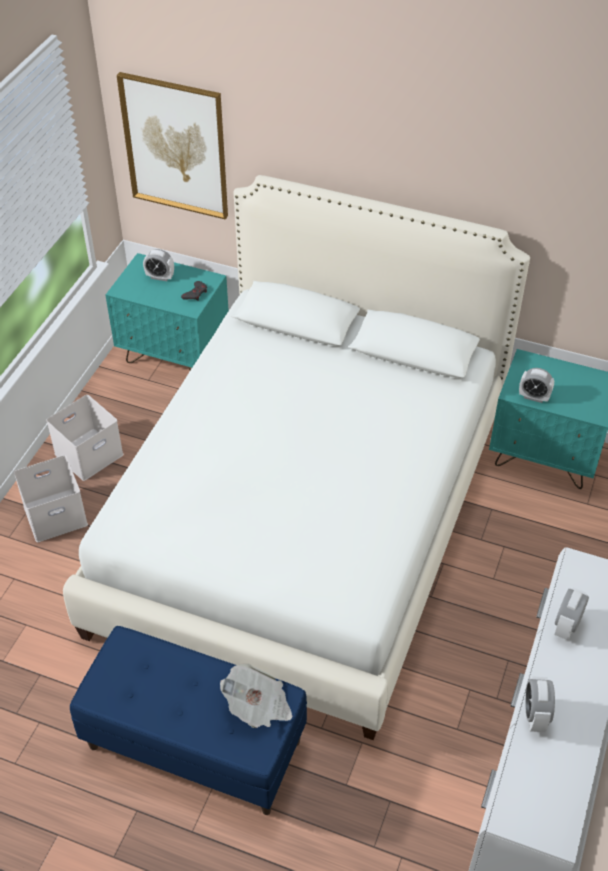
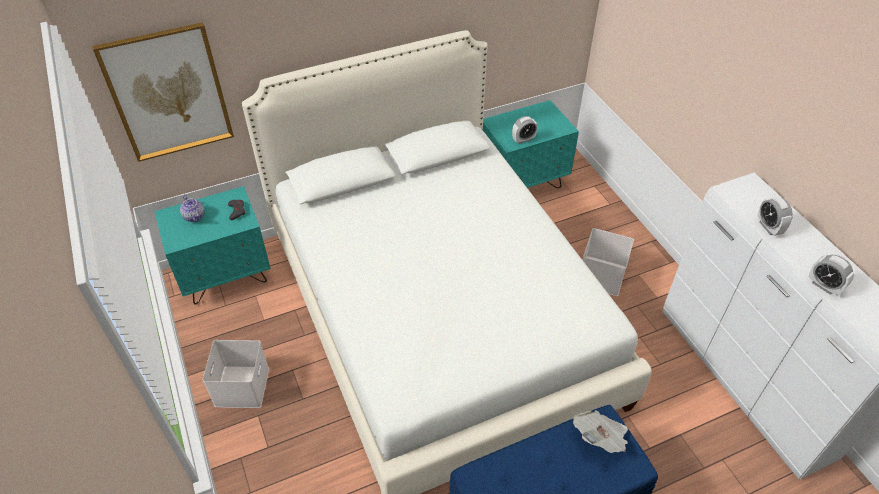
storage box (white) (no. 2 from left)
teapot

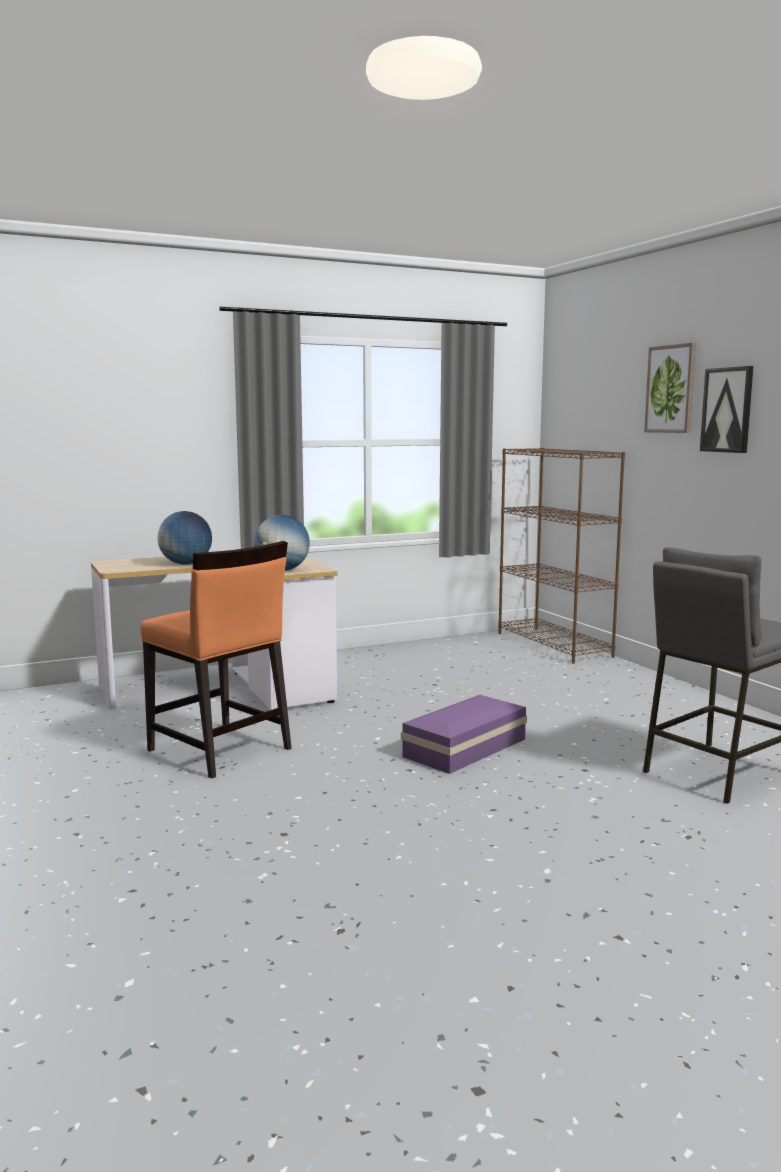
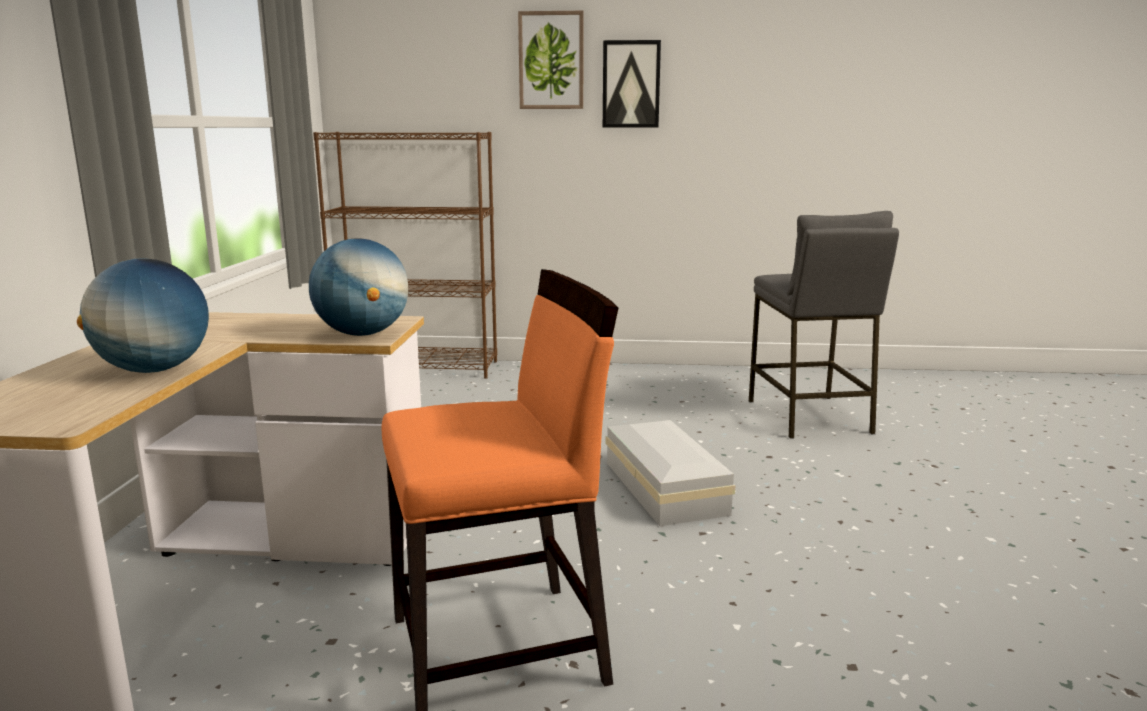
storage box (white)

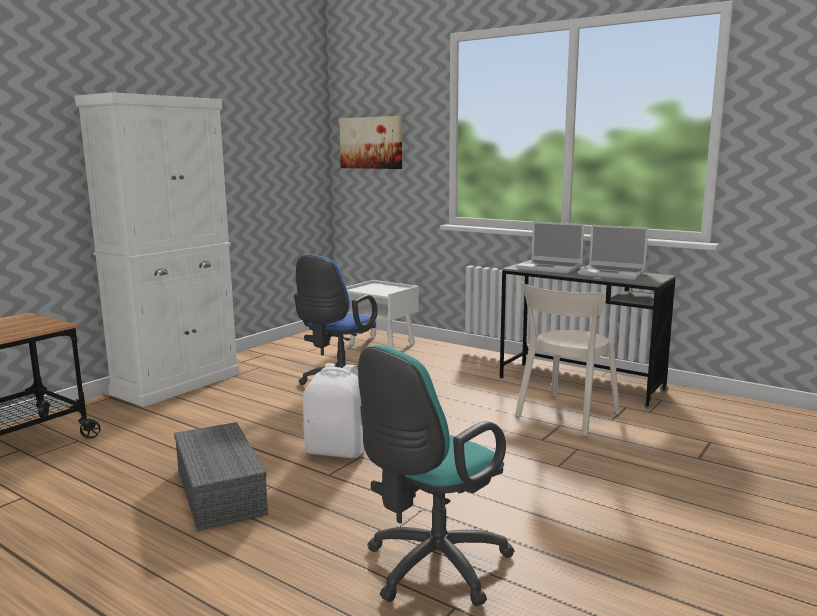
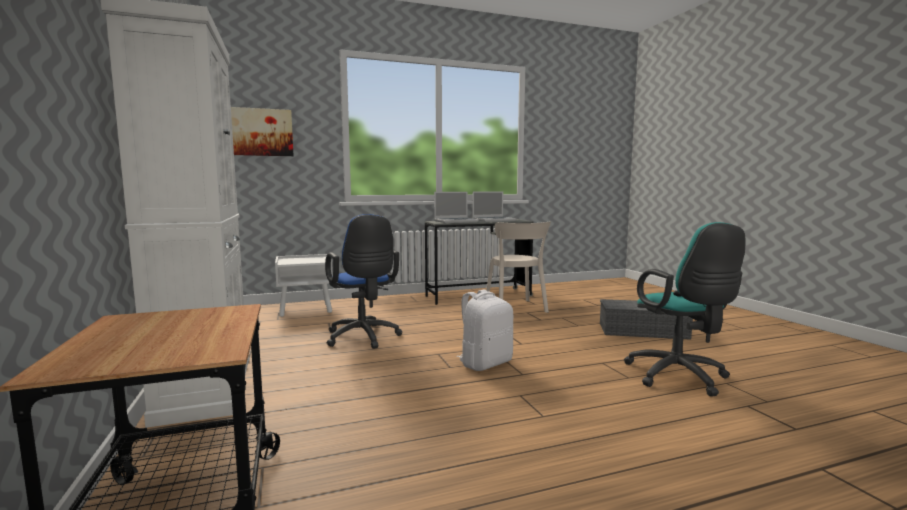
storage box (grey)

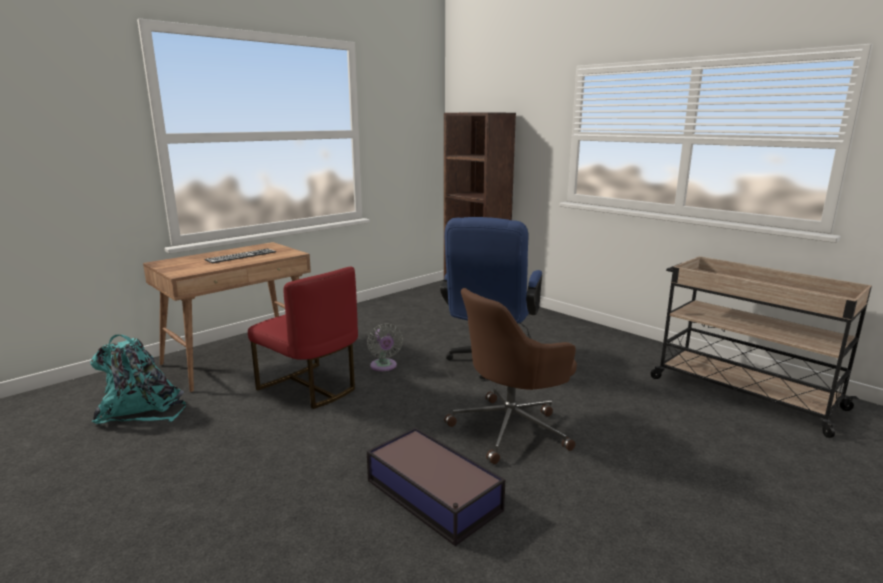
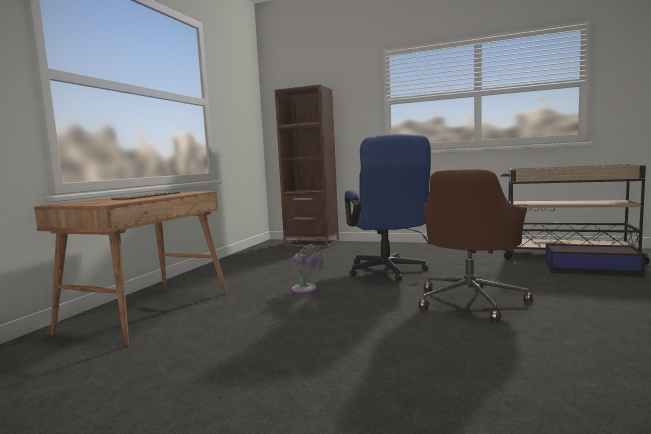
backpack (turquoise)
chair (red)
storage box

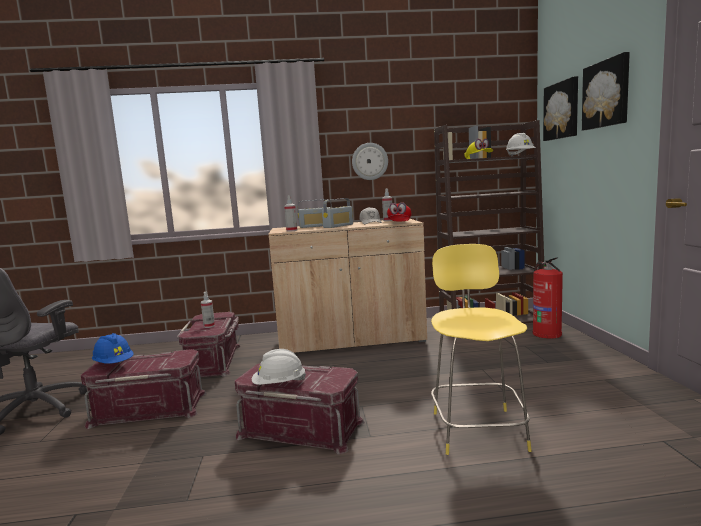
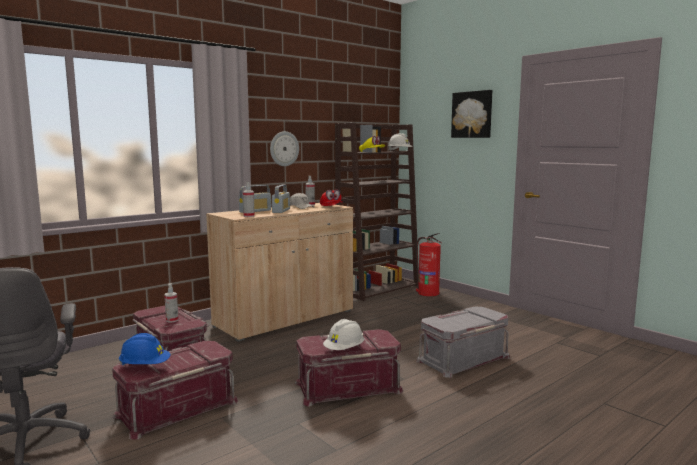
storage box (grey)
picture (no. 1 from left in the first image)

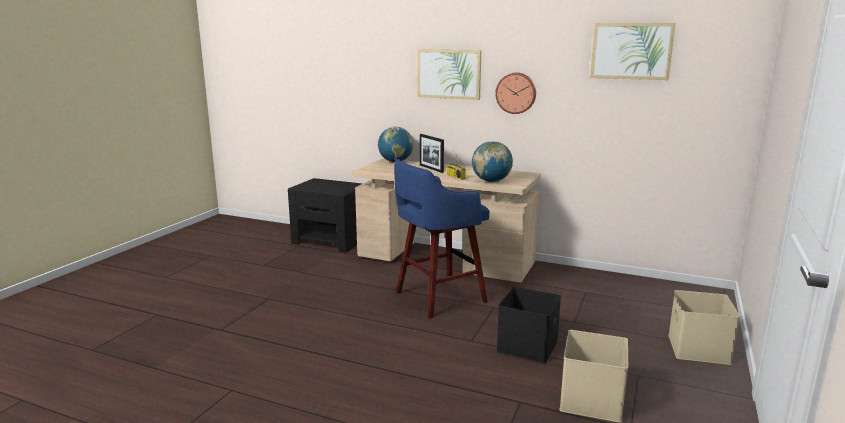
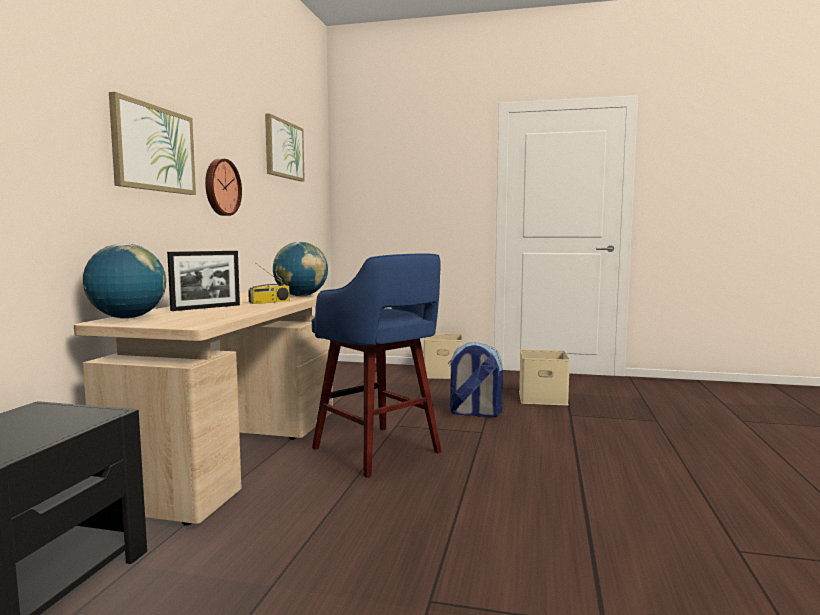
backpack

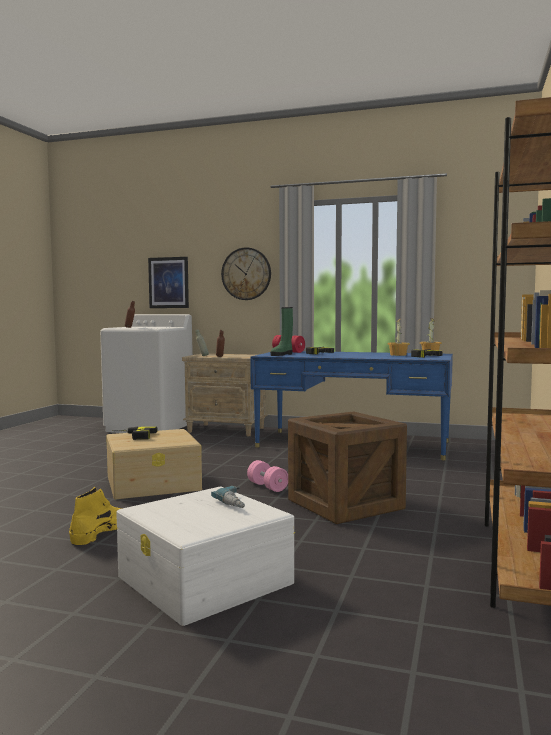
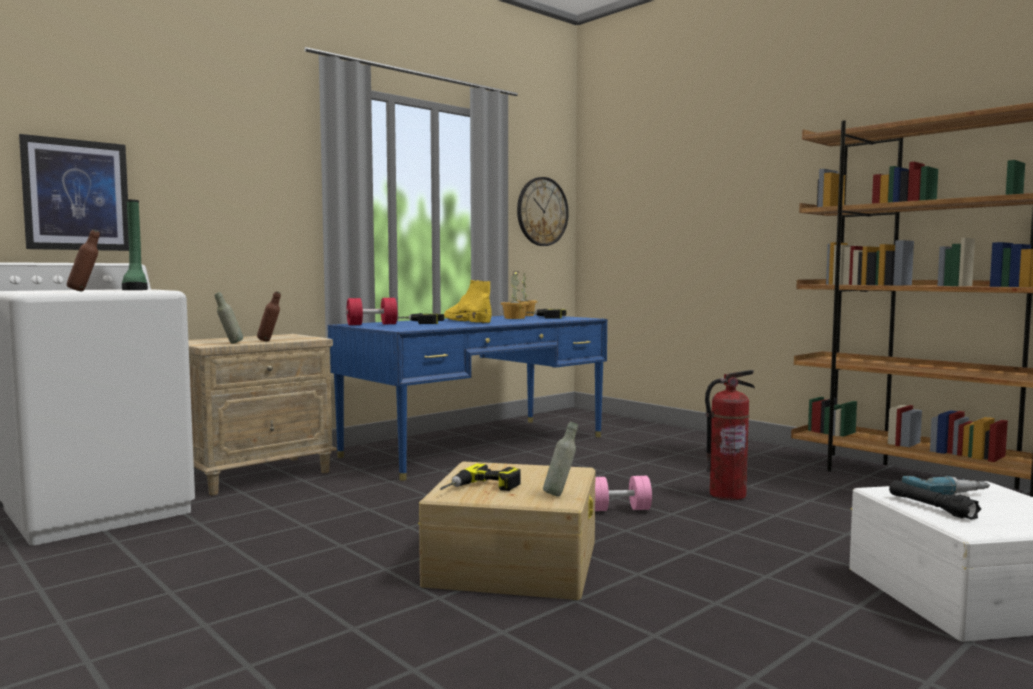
boot (yellow)
wall clock
boot (green)
fire extinguisher
bottle (grey) (no. 2 from left)
flashlight (black)

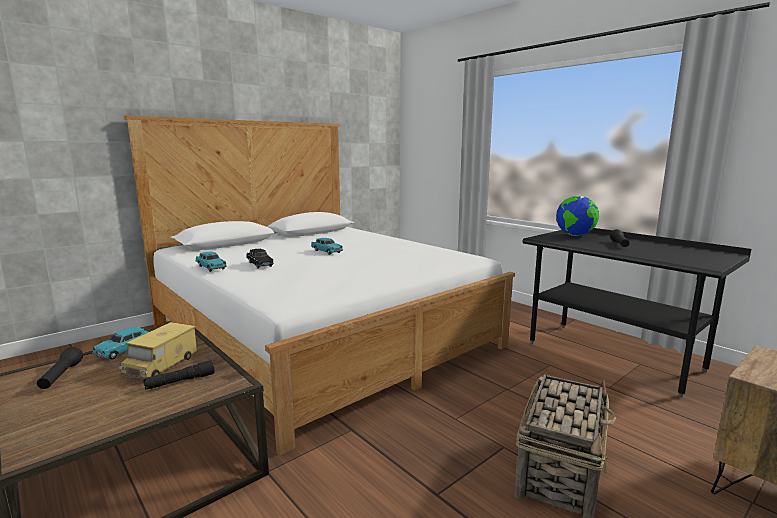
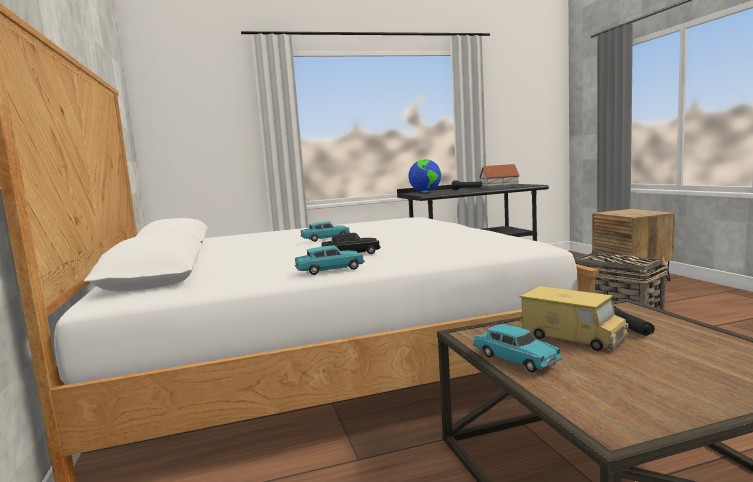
flashlight (black) (no. 1 from left in the first image)
toy house

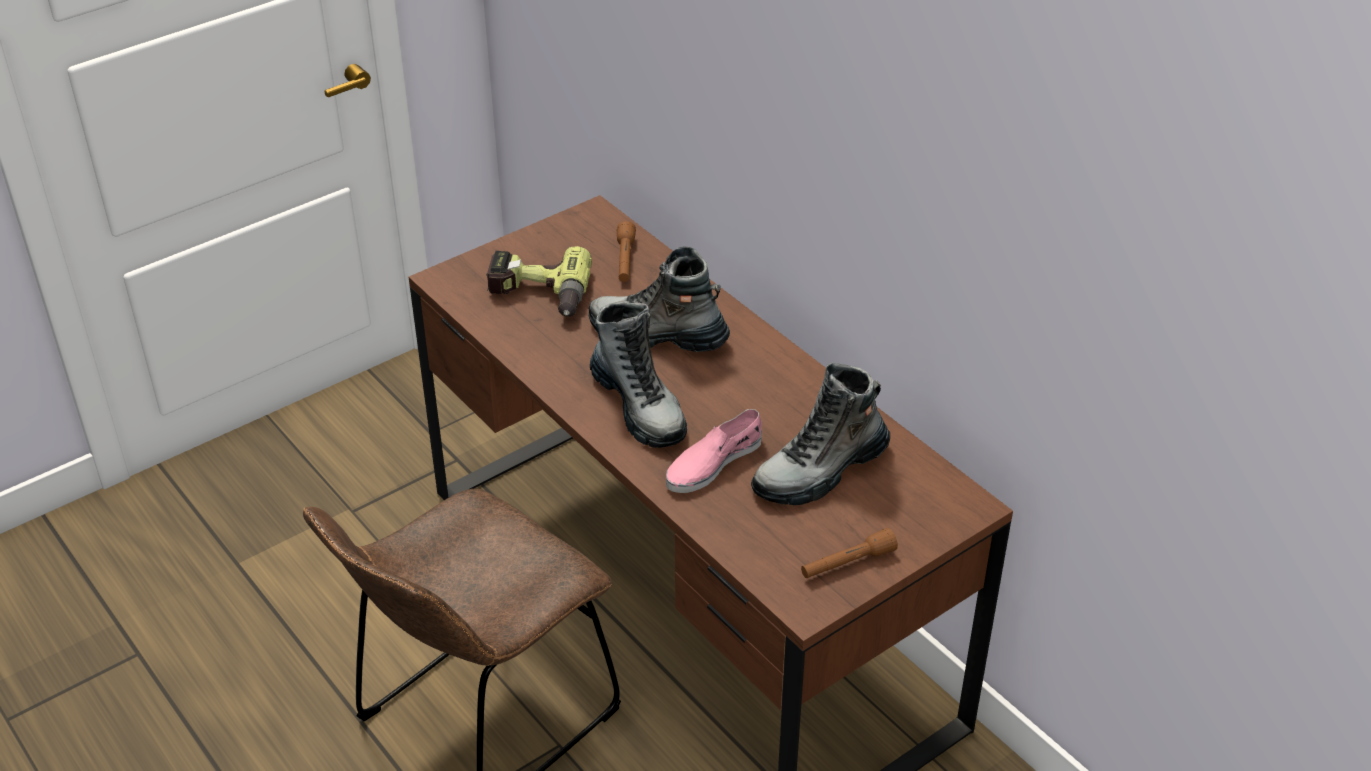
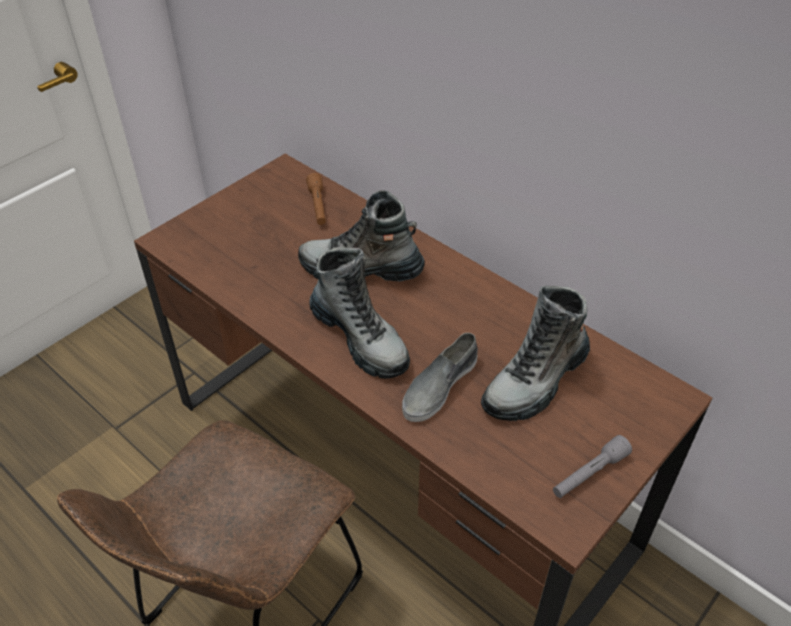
power drill
shoe (grey)
flashlight (grey)

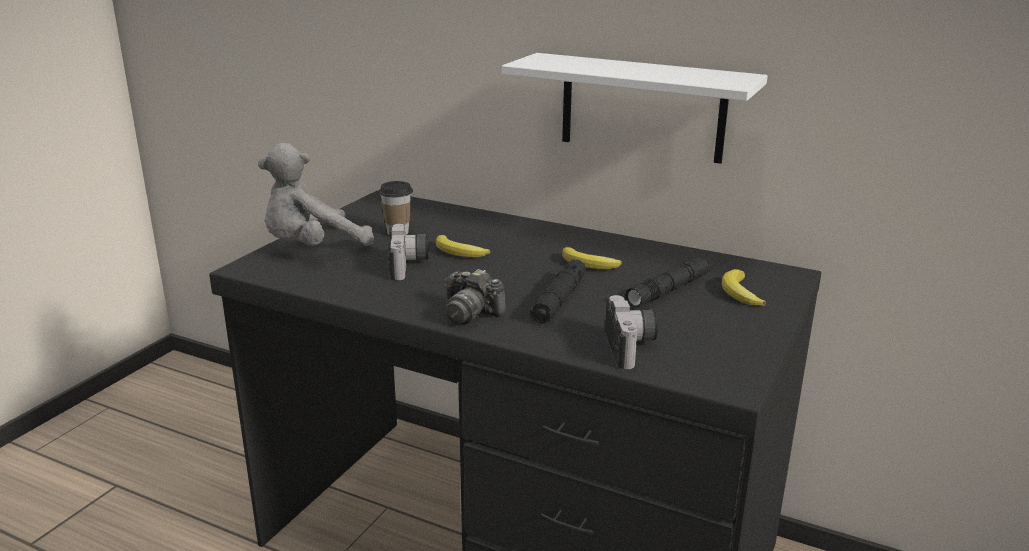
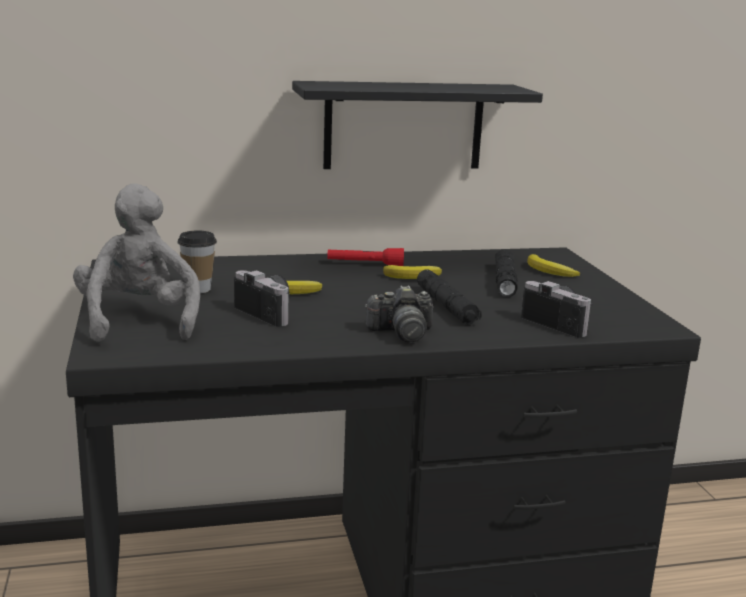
plush toy (grey)
shelf (black)
flashlight (red)

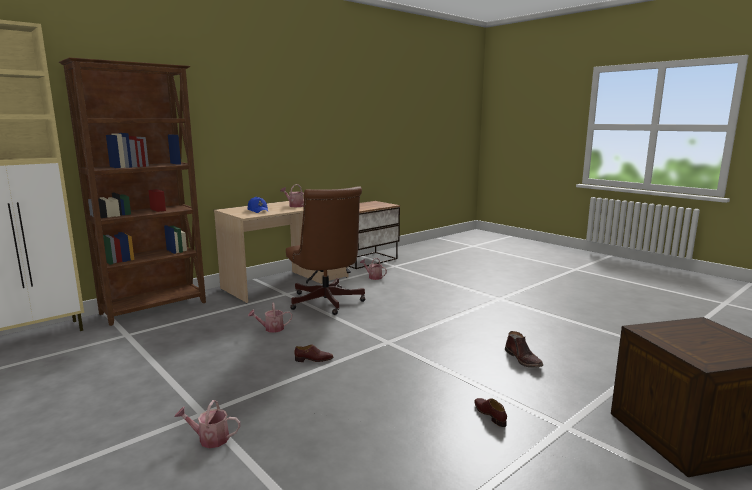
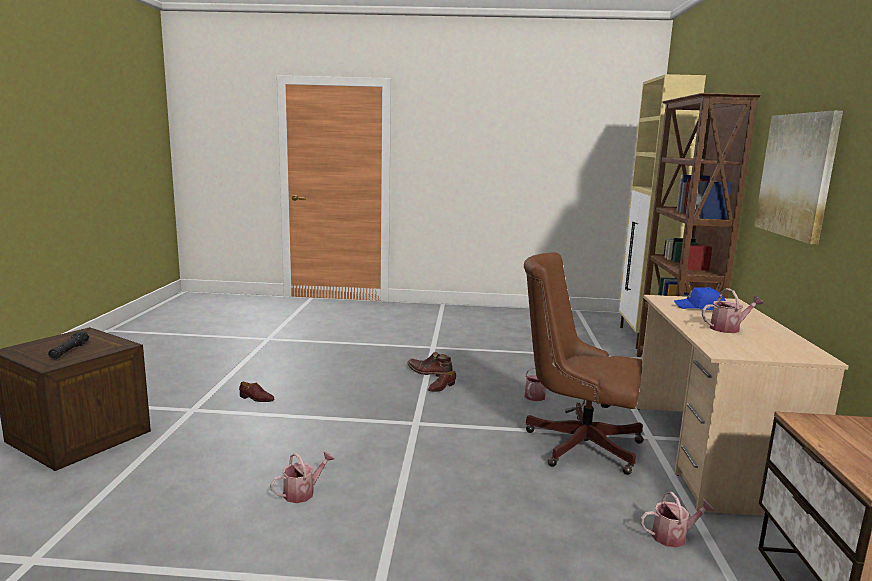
watering can (no. 1 from left)
boot (brown)
flashlight (black)
picture

